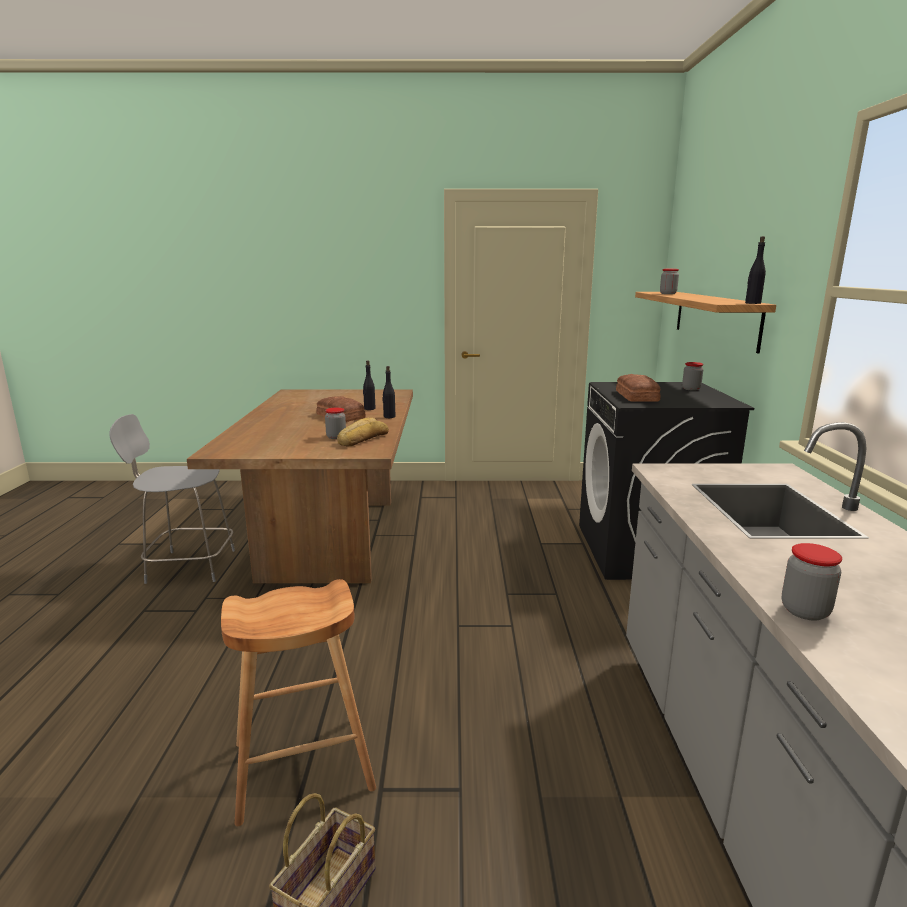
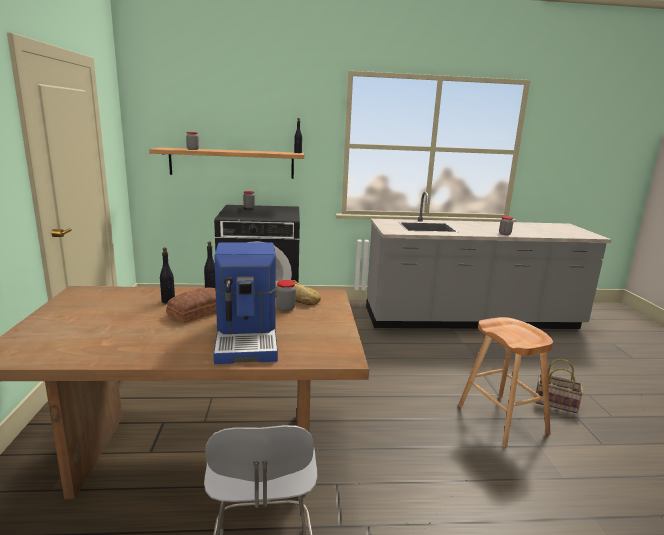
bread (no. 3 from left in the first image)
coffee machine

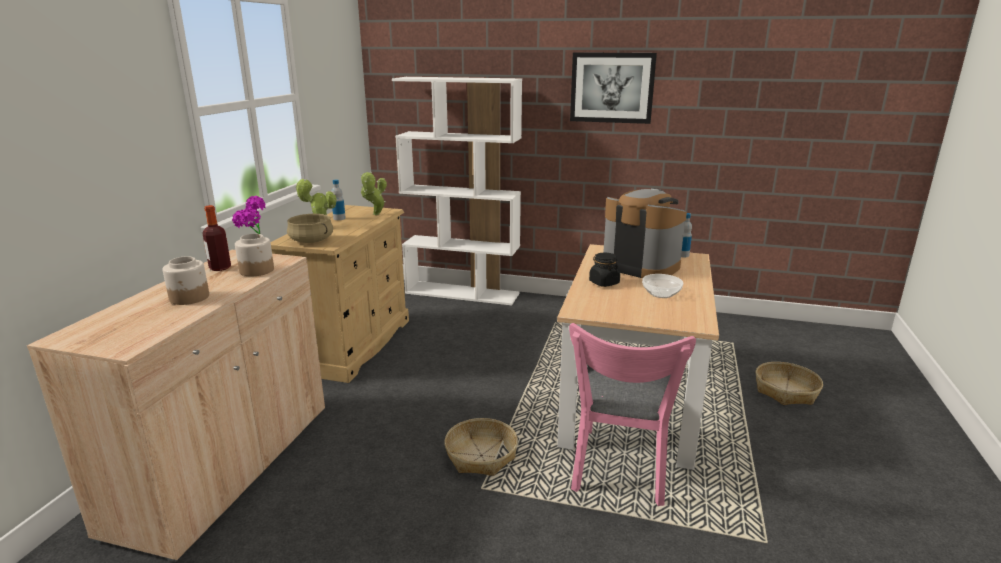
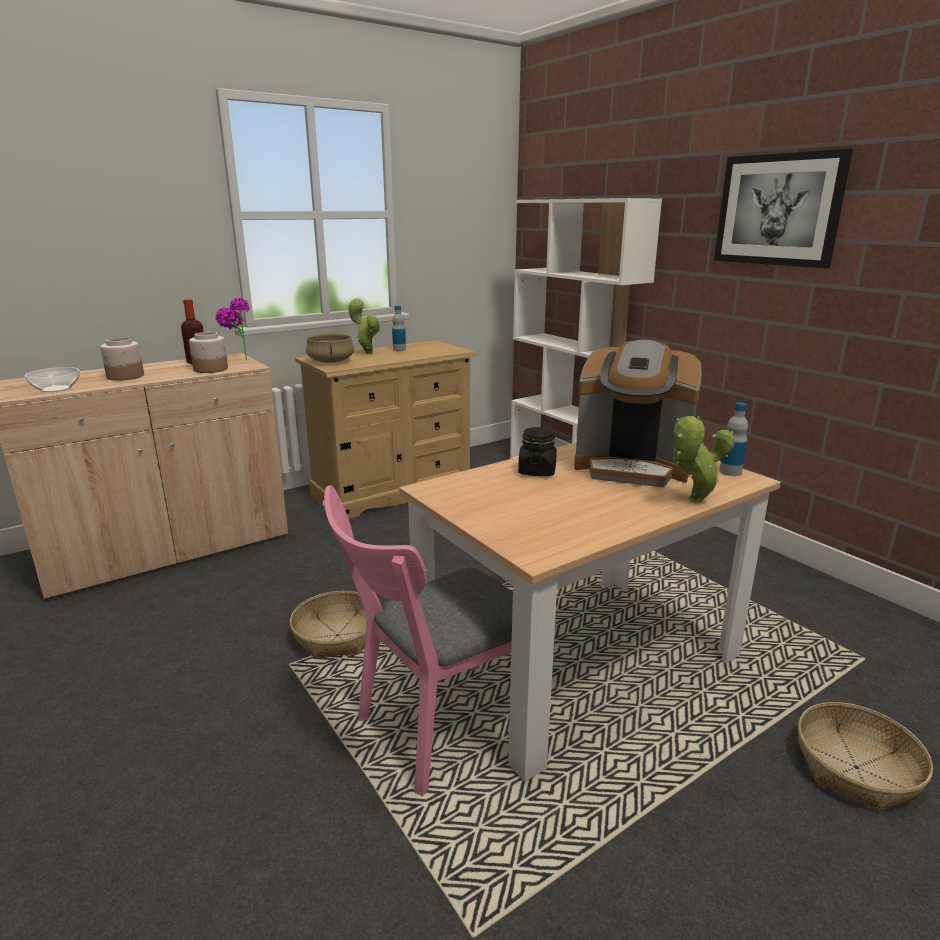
potted plant (no. 3 from left)
coffee machine
bowl

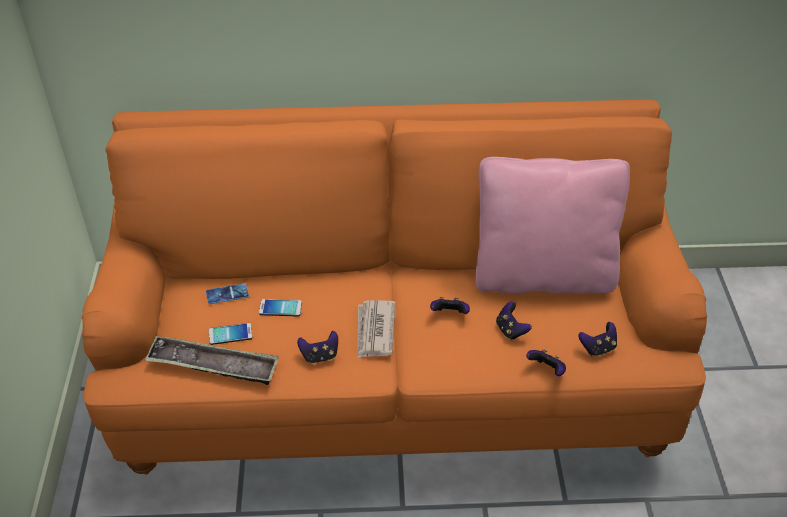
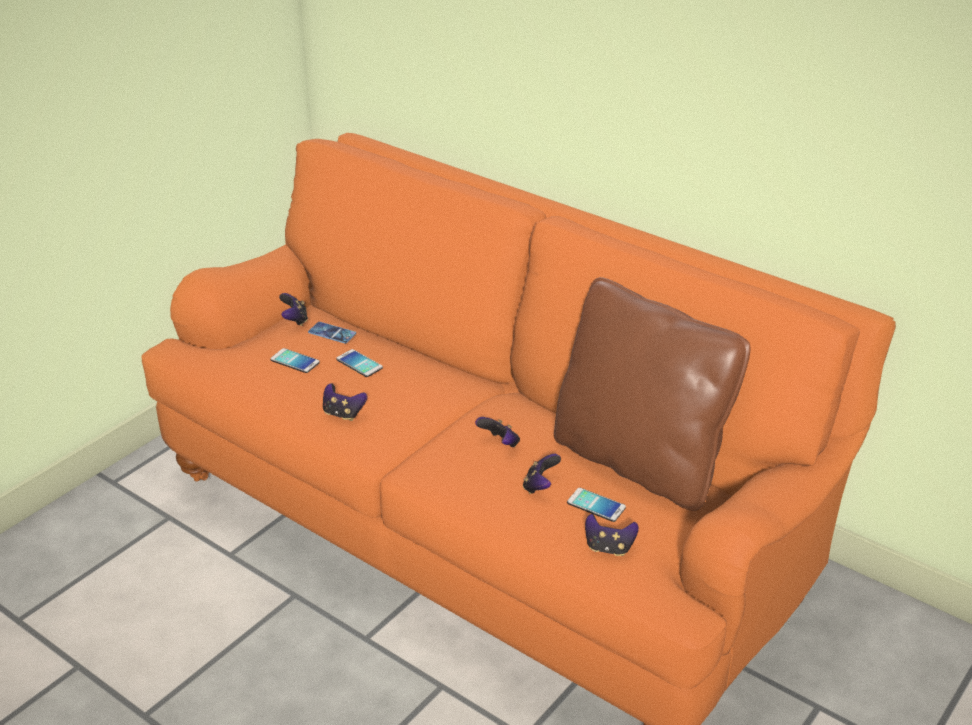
tray
newspaper
pillow (brown)
game controller (no. 1 from left)
phone (no. 4 from left)

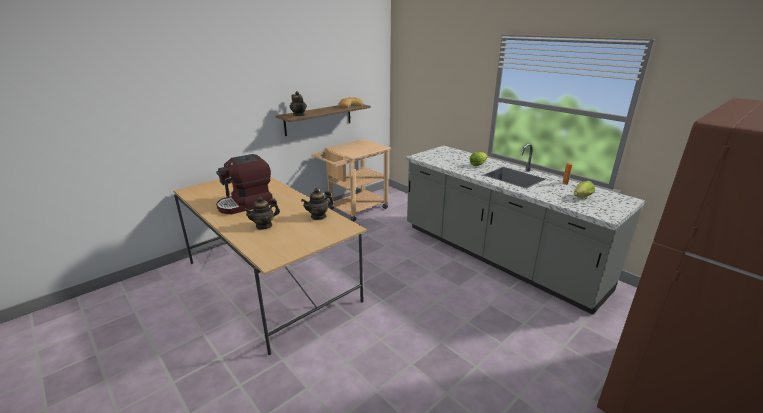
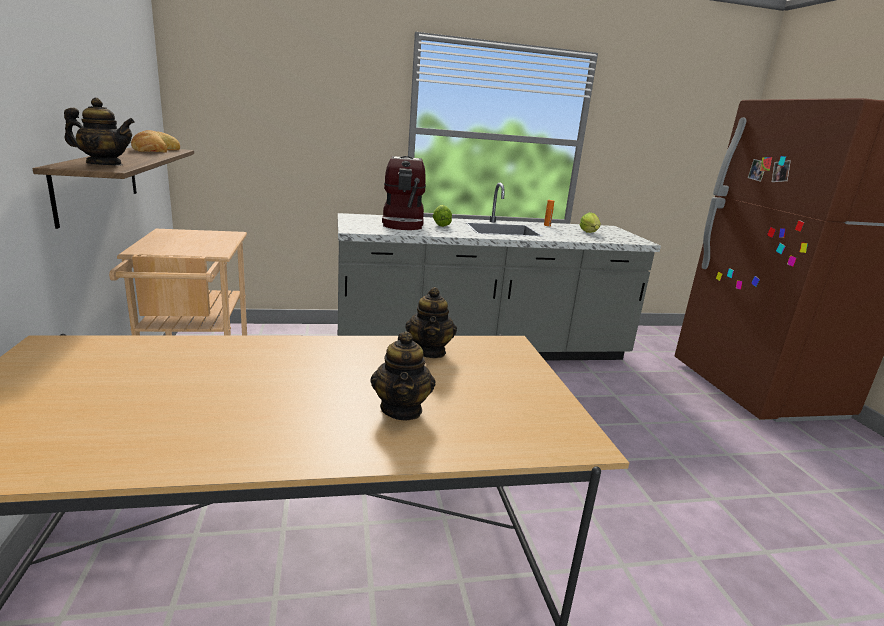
coffee machine

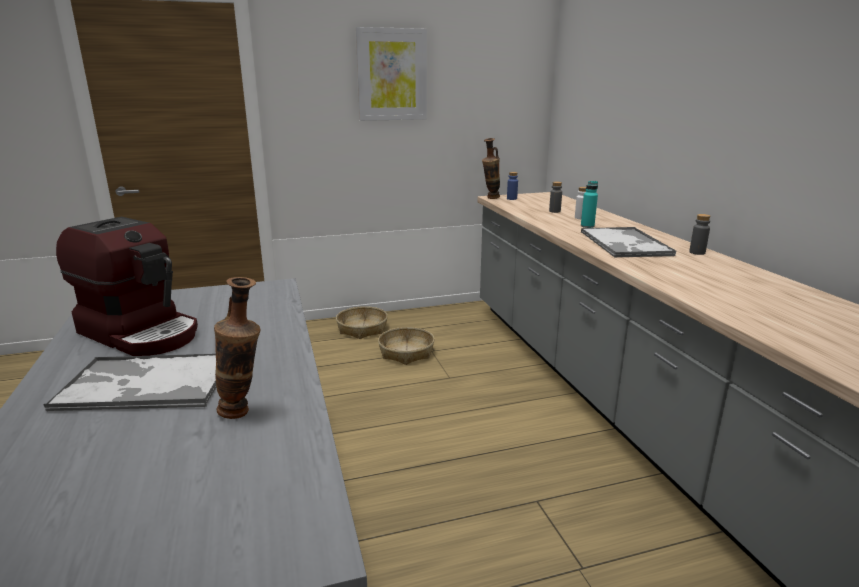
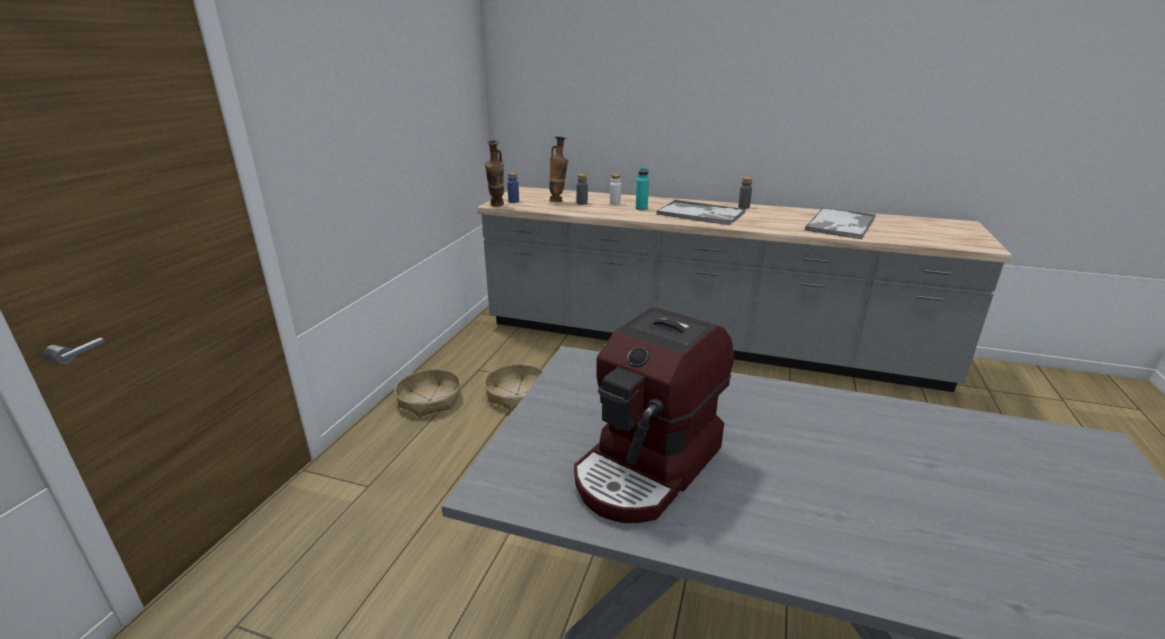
tray (no. 2 from left)
coffee machine
vase (no. 2 from left)
picture

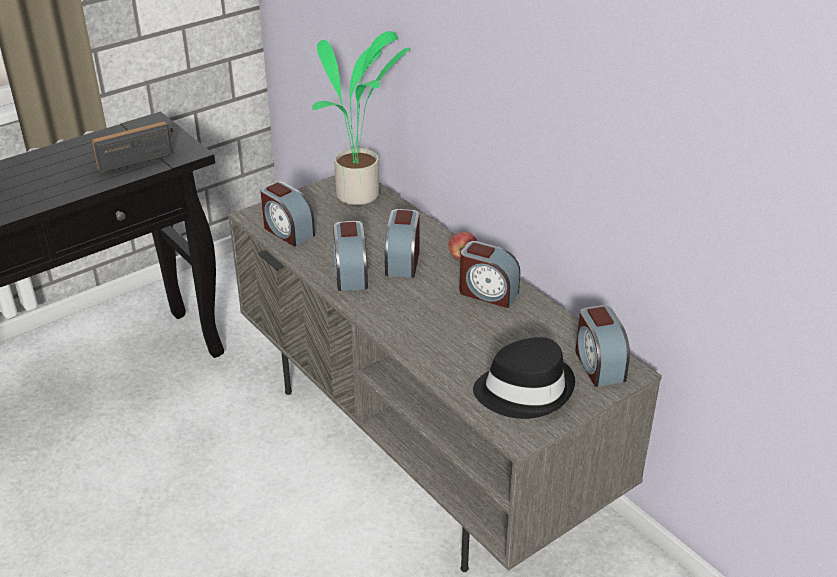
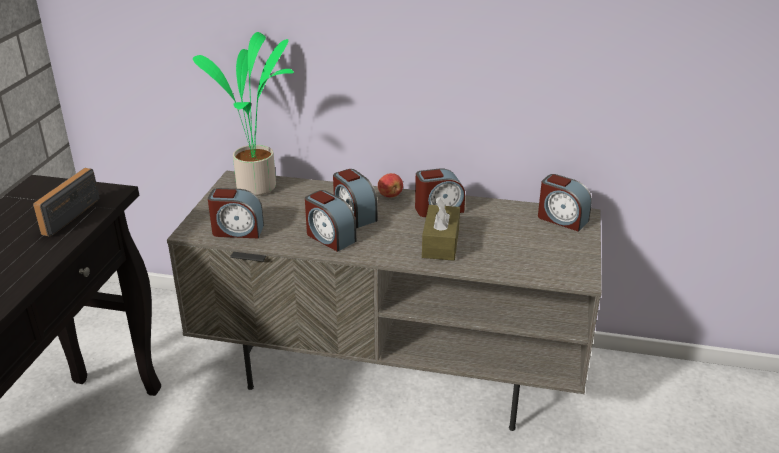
hat (black)
tissue box (brown)

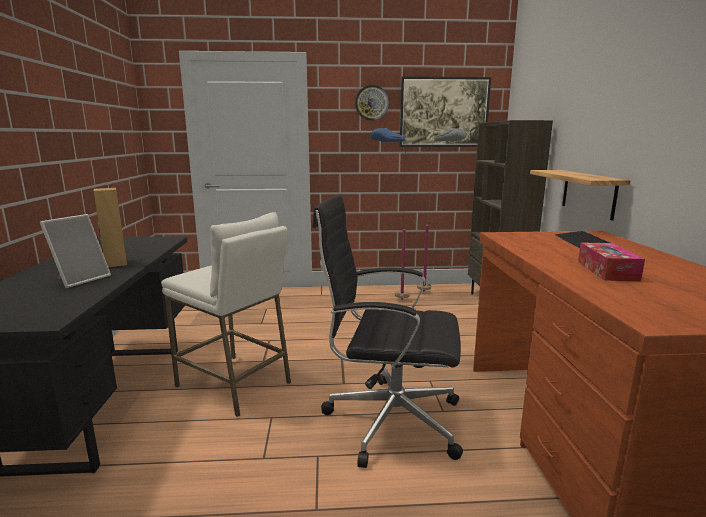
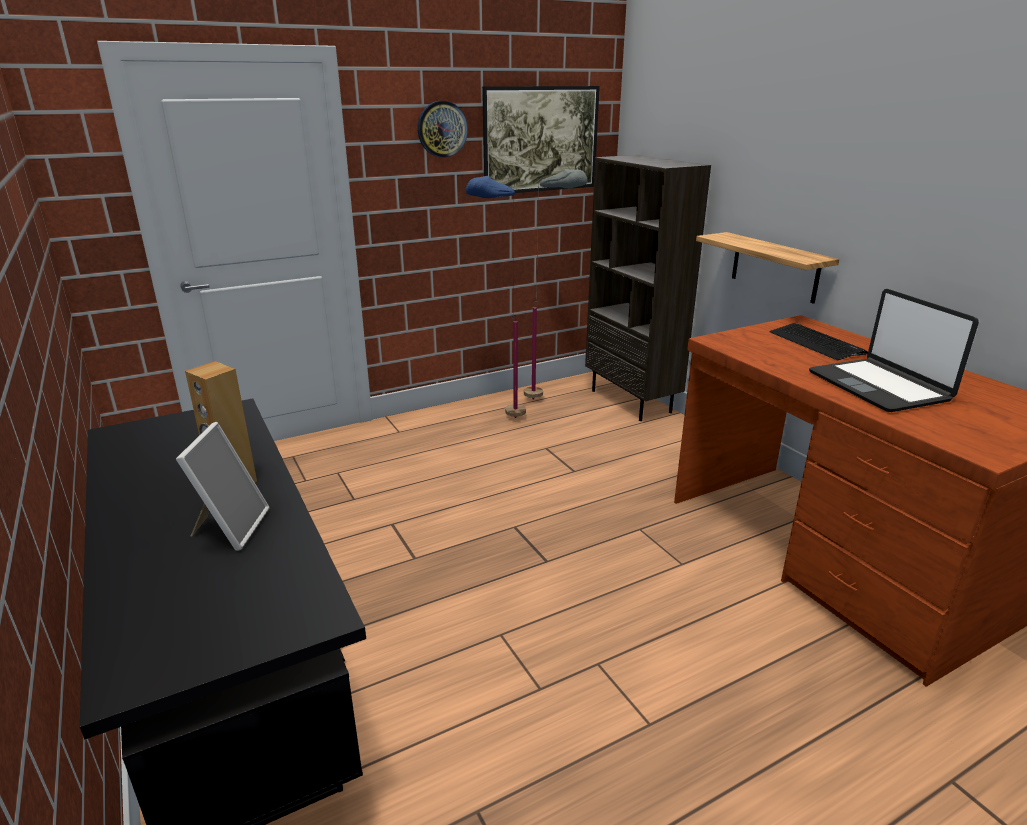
stool (white)
office chair (black)
laptop

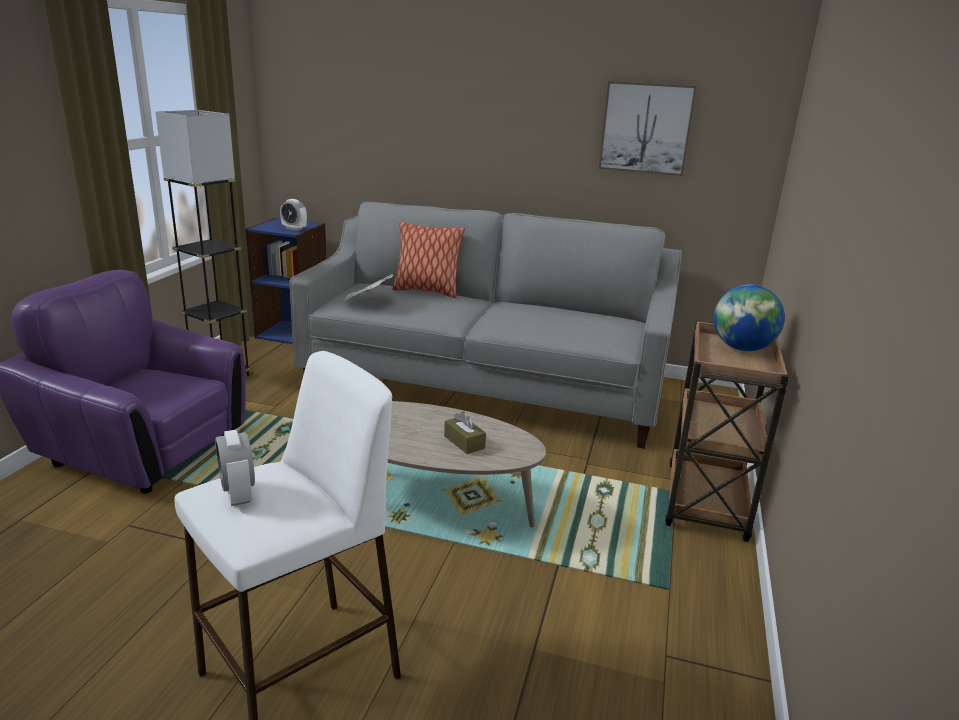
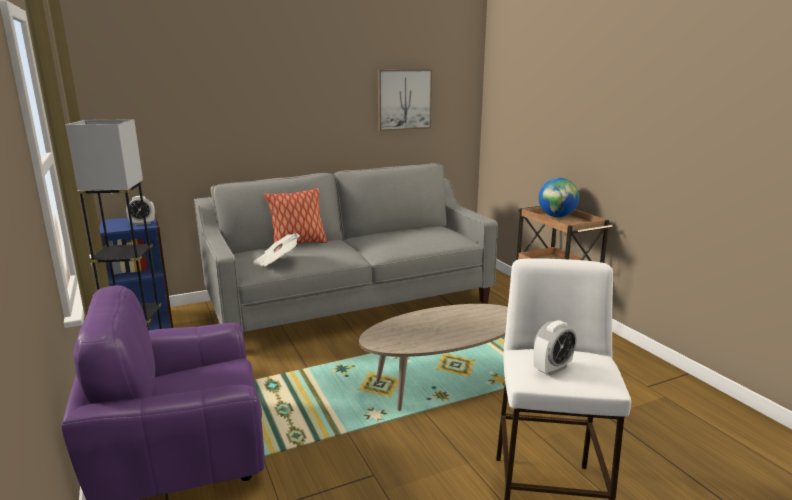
alarm clock (no. 2 from left)
tissue box (brown)

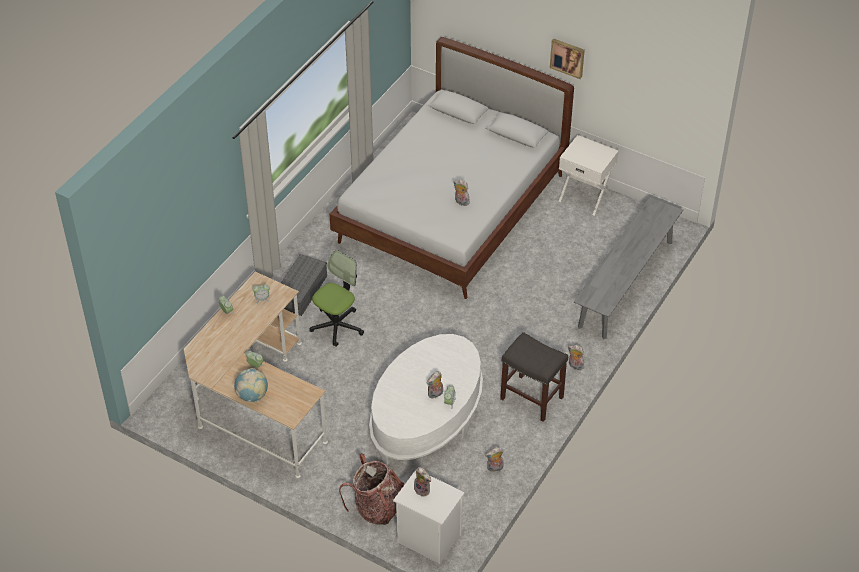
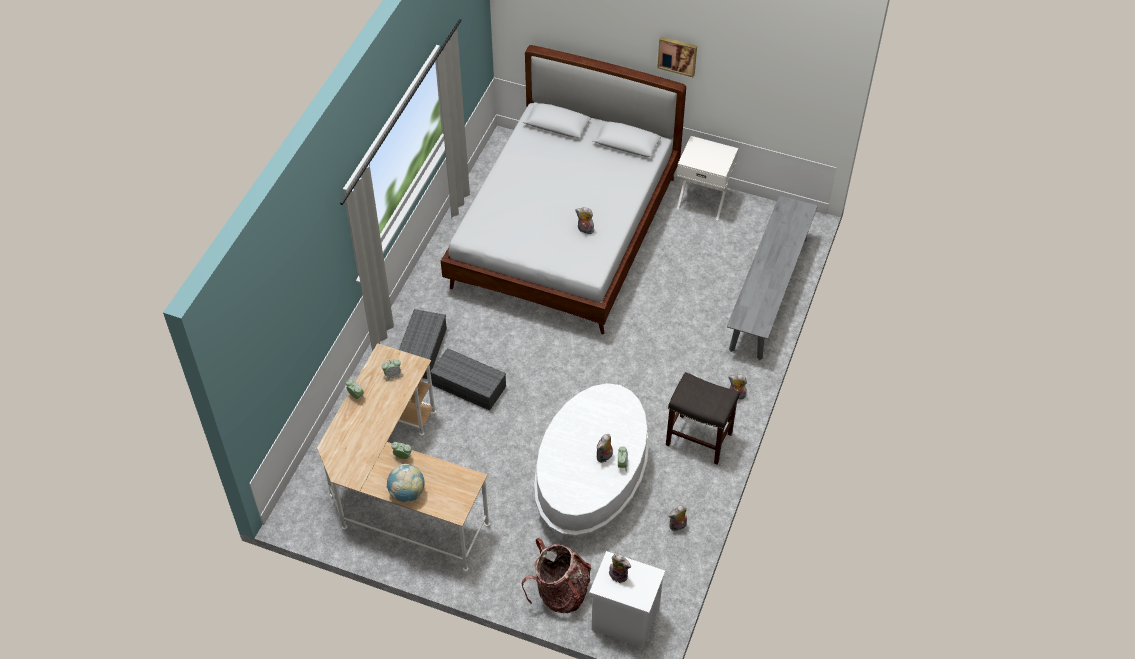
storage box (grey) (no. 2 from left)

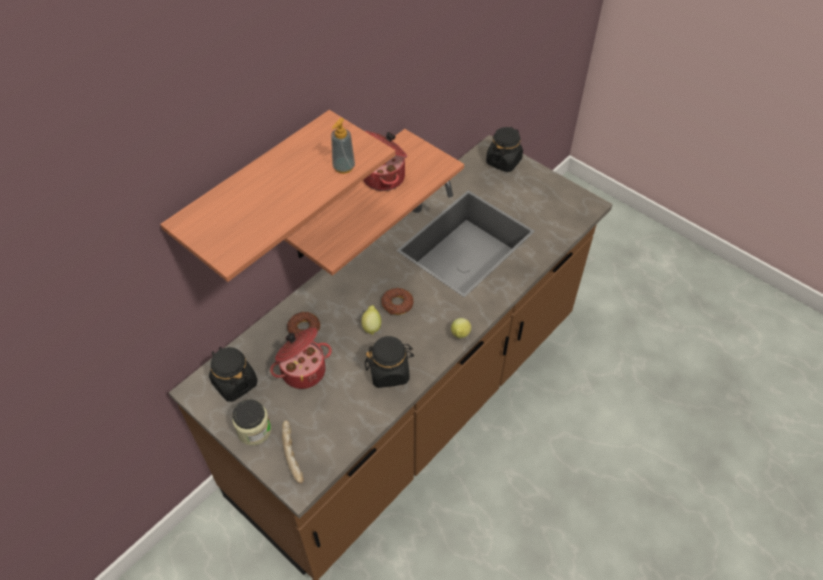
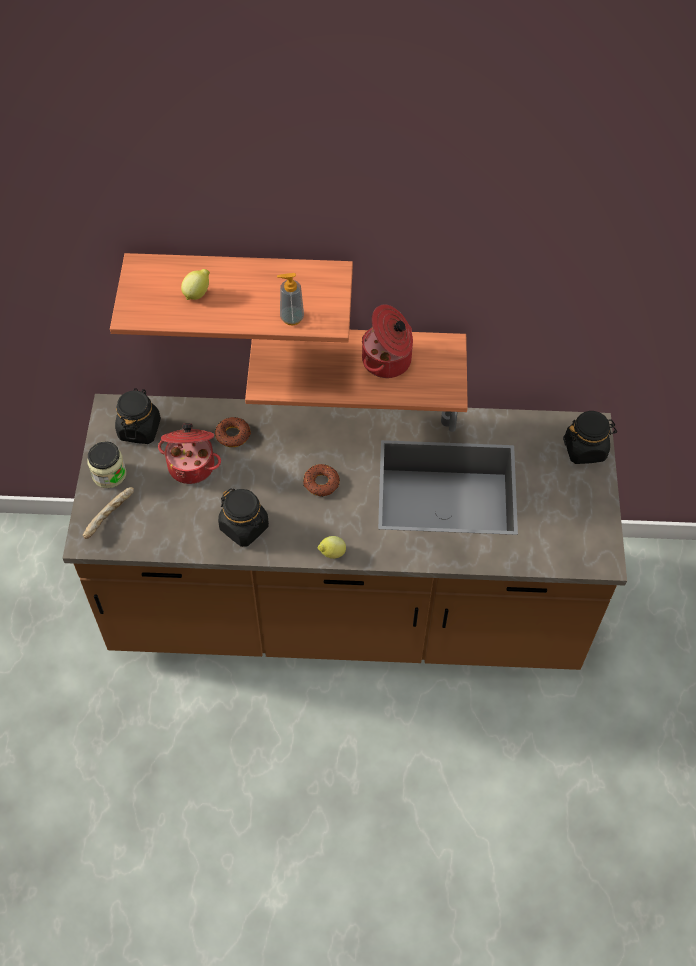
lemon (no. 1 from left)

